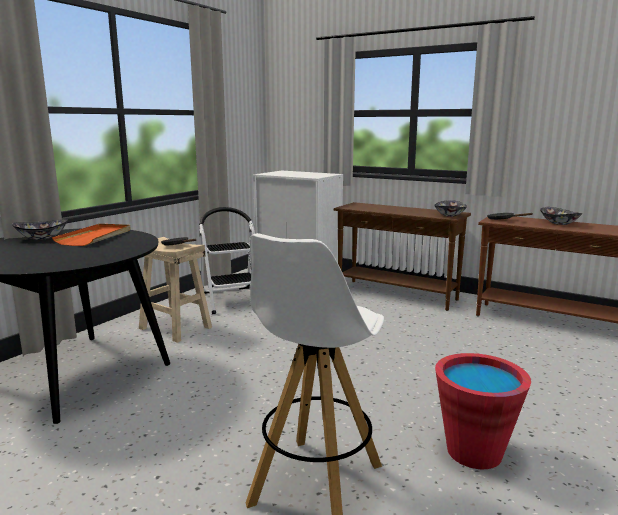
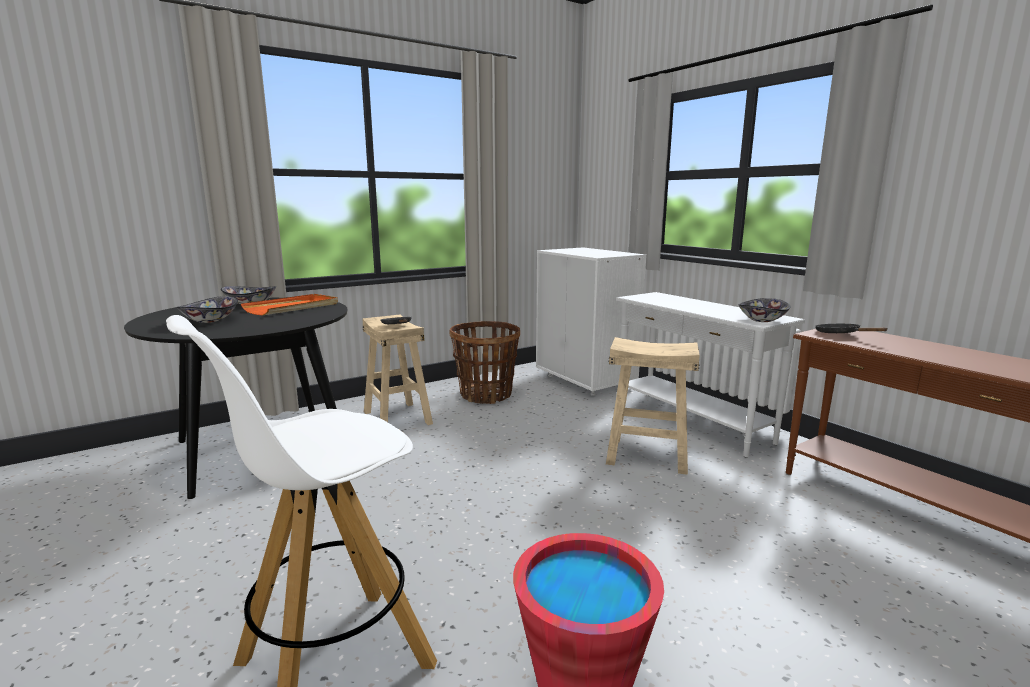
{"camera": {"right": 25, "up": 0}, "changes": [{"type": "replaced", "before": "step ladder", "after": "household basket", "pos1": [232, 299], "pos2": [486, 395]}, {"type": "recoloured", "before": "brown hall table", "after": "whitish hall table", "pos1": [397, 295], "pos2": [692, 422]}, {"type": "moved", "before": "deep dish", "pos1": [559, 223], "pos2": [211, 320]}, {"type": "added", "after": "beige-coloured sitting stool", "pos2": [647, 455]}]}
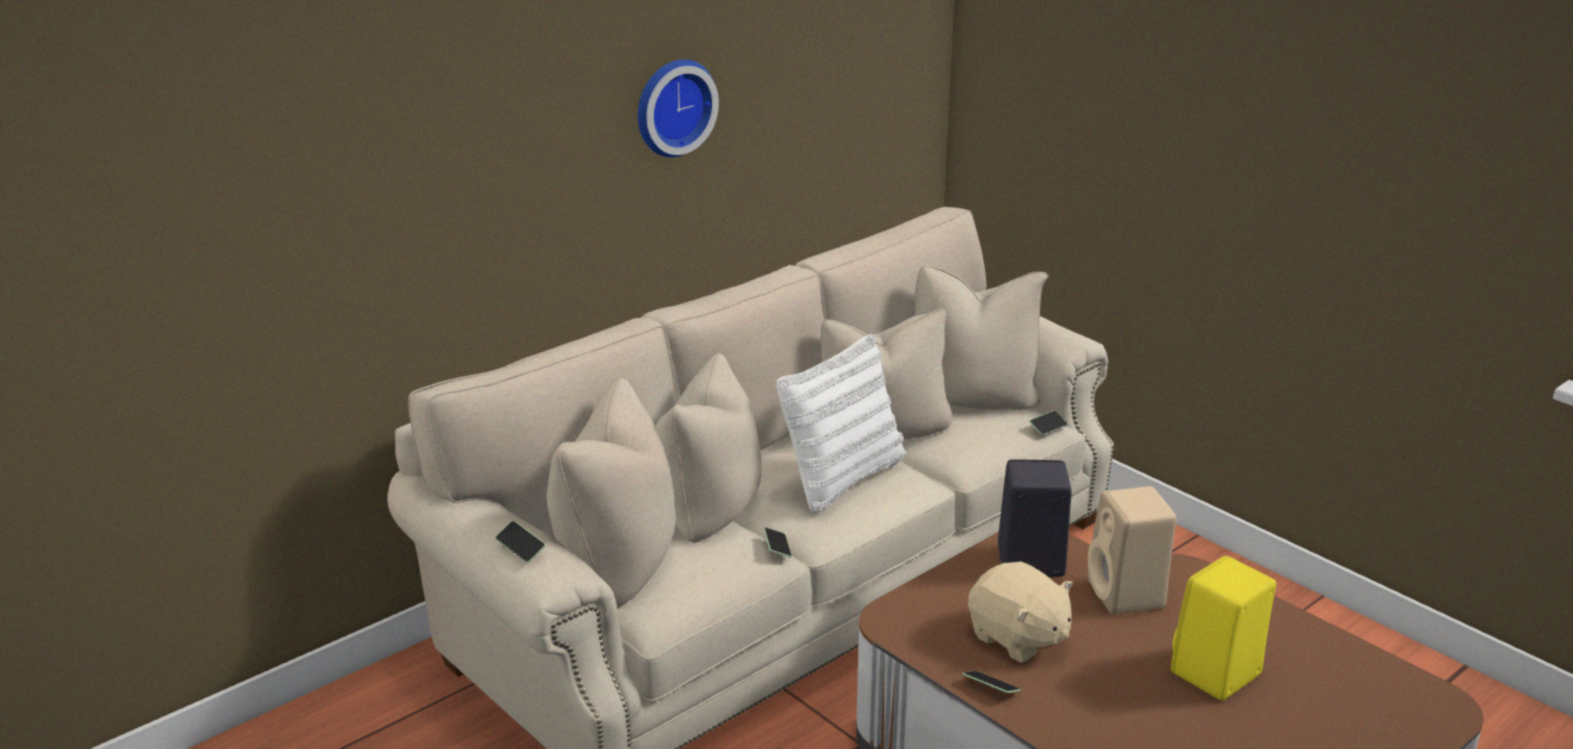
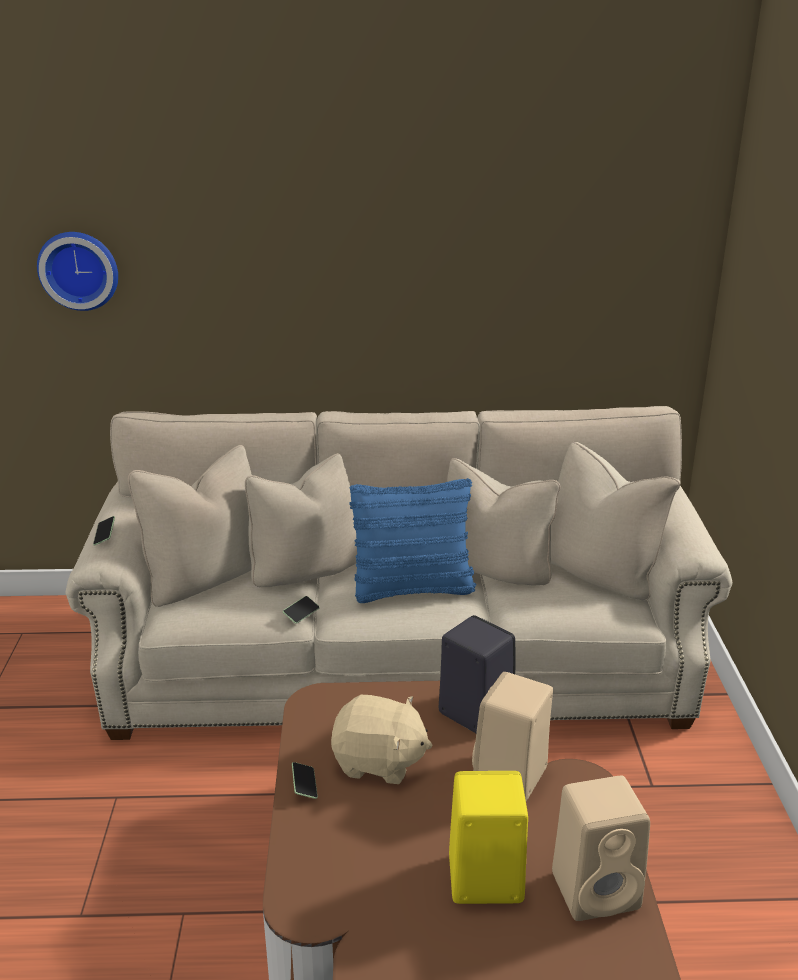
{"camera": {"right": 40, "up": 0}, "changes": [{"type": "moved", "before": "wall clock", "pos1": [672, 106], "pos2": [79, 269]}, {"type": "recoloured", "before": "whitish pillow", "after": "blue-coloured pillow", "pos1": [842, 480], "pos2": [413, 589]}, {"type": "turned", "before": "beige-coloured cuddly toy", "pos1": [1018, 638], "pos2": [379, 762], "turn": -75}, {"type": "removed", "before": "telephone", "pos1": [1048, 428]}, {"type": "added", "after": "beige-coloured loudspeaker", "pos2": [598, 889]}]}
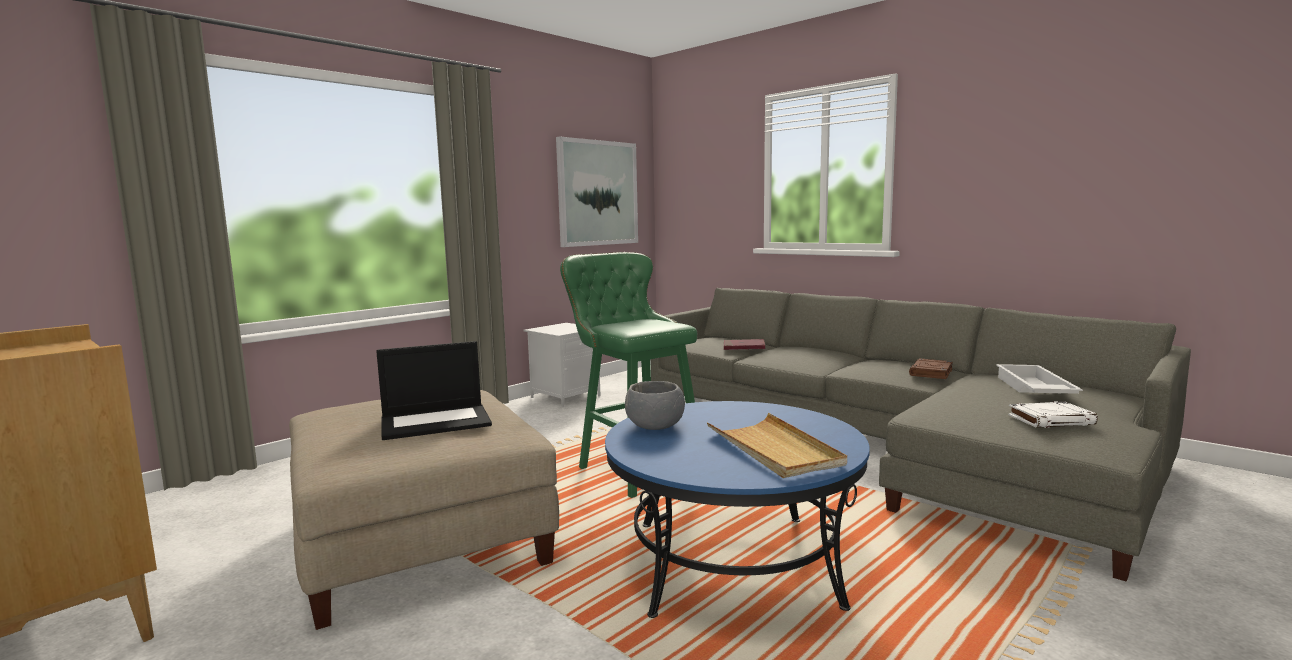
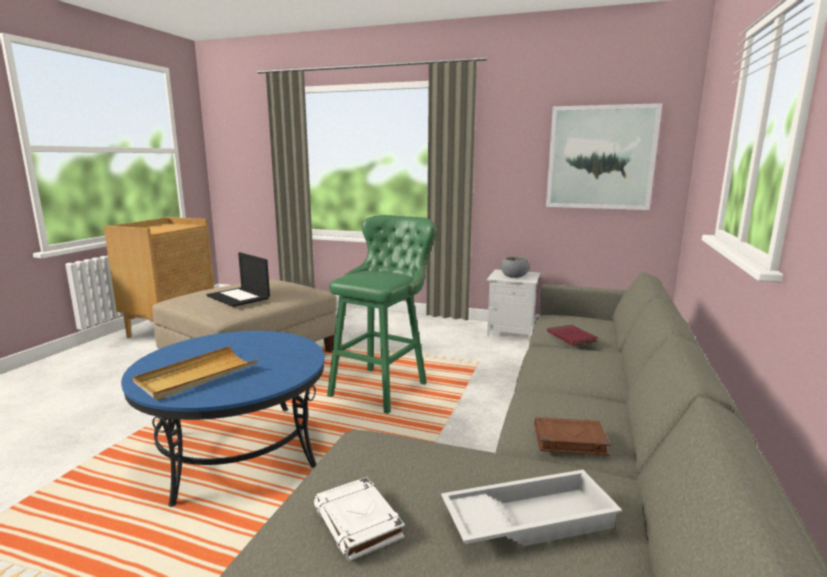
{"camera": {"right": 65, "up": 5}, "changes": [{"type": "moved", "before": "greyish deep dish", "pos1": [655, 426], "pos2": [514, 276]}]}
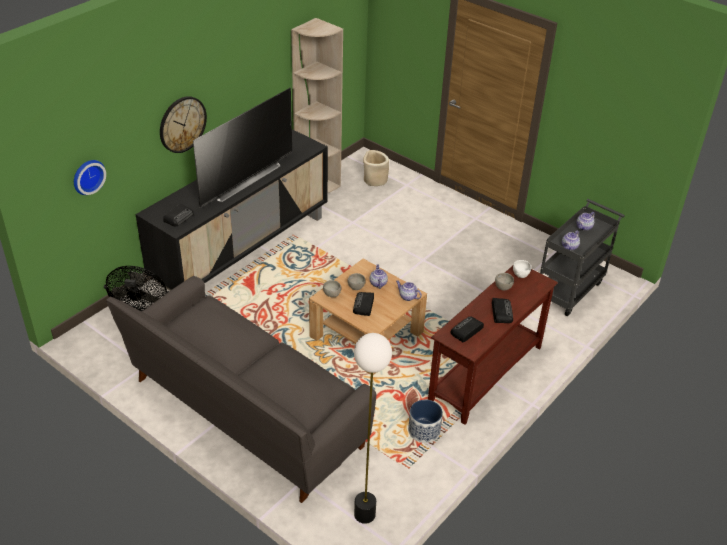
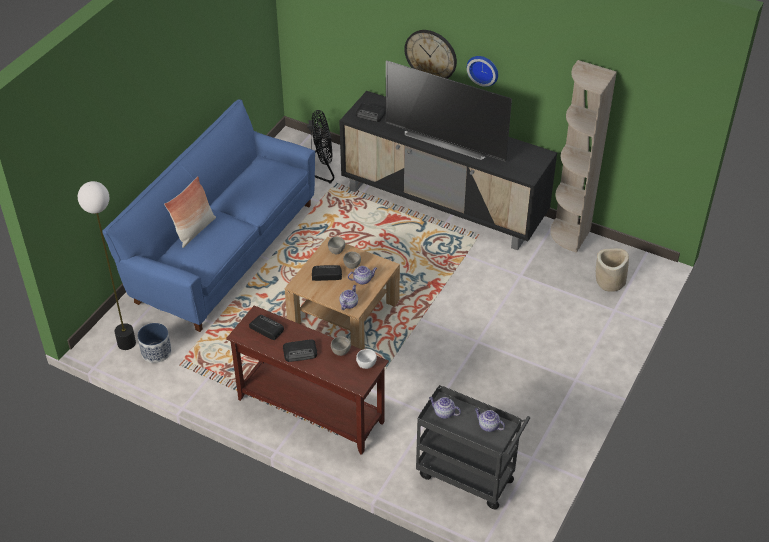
{"camera": {"right": 80, "up": 5}, "changes": [{"type": "moved", "before": "wall clock", "pos1": [87, 176], "pos2": [483, 69]}, {"type": "recoloured", "before": "greyish sofa", "after": "blue-coloured sofa", "pos1": [246, 414], "pos2": [224, 251]}, {"type": "moved", "before": "planter", "pos1": [424, 431], "pos2": [156, 352]}, {"type": "added", "after": "pillow", "pos2": [194, 230]}]}
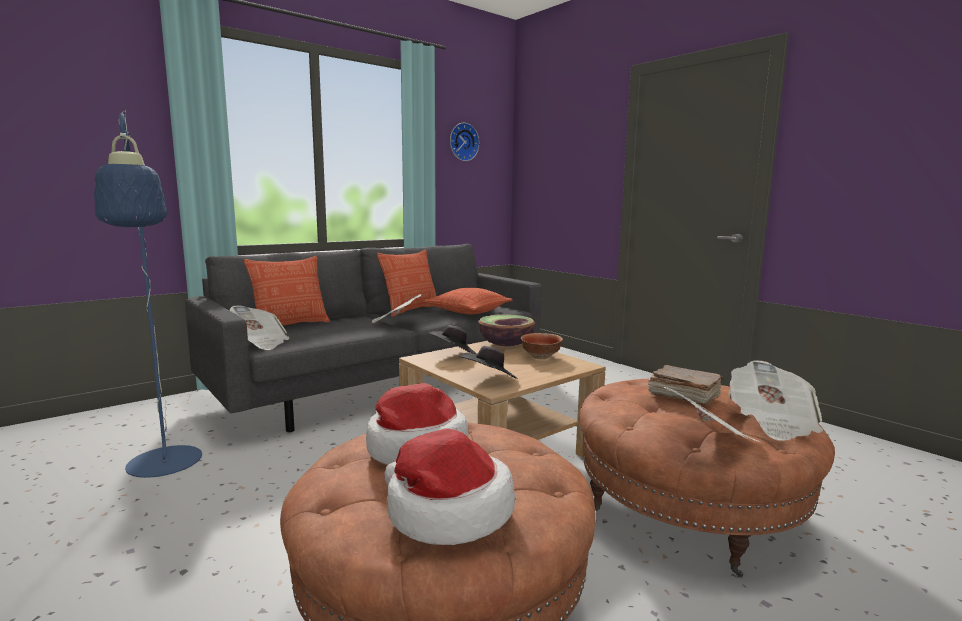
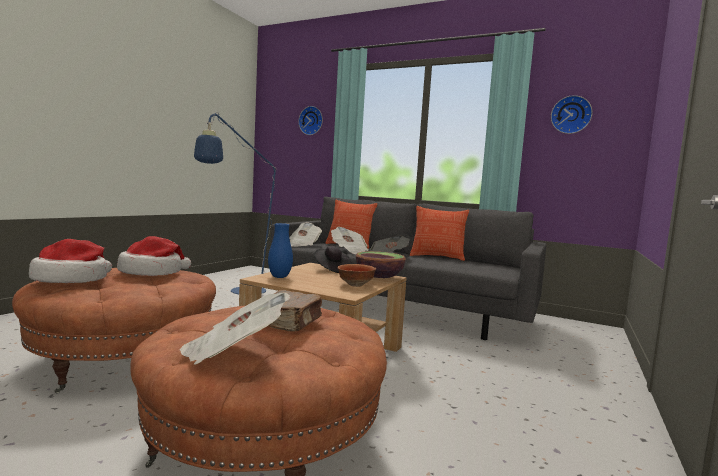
{"camera": {"right": 65, "up": -5}, "changes": [{"type": "removed", "before": "orange pillow", "pos1": [468, 312]}, {"type": "replaced", "before": "black-coloured clothing hat", "after": "blue-coloured decorative vase", "pos1": [489, 380], "pos2": [279, 277]}, {"type": "moved", "before": "newspaper", "pos1": [706, 437], "pos2": [349, 251]}, {"type": "added", "after": "wall clock", "pos2": [311, 121]}]}
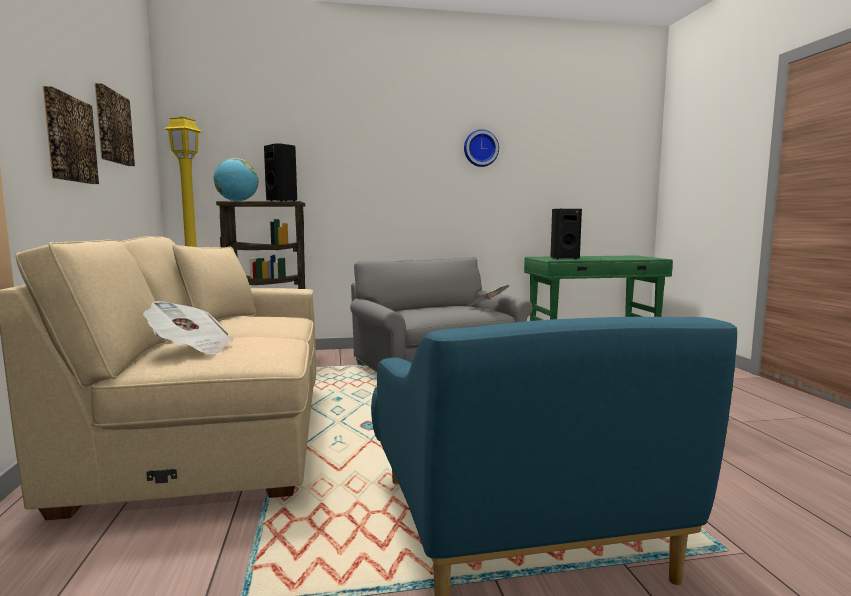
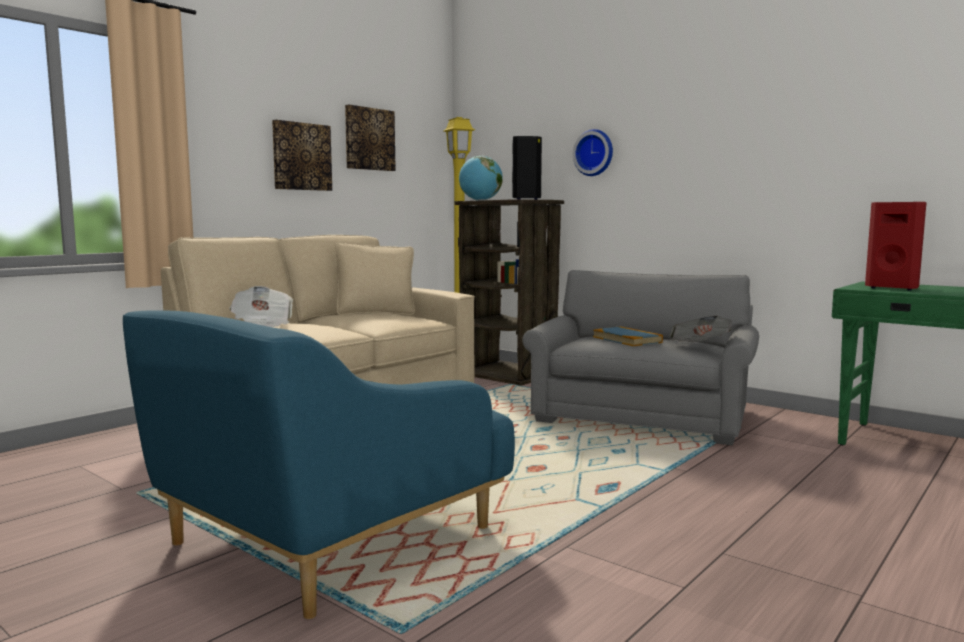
{"camera": {"right": 50, "up": 0}, "changes": [{"type": "moved", "before": "wall clock", "pos1": [480, 148], "pos2": [594, 153]}, {"type": "recoloured", "before": "black-coloured loudspeaker", "after": "red loudspeaker", "pos1": [563, 258], "pos2": [894, 288]}, {"type": "added", "after": "bound book", "pos2": [627, 339]}]}
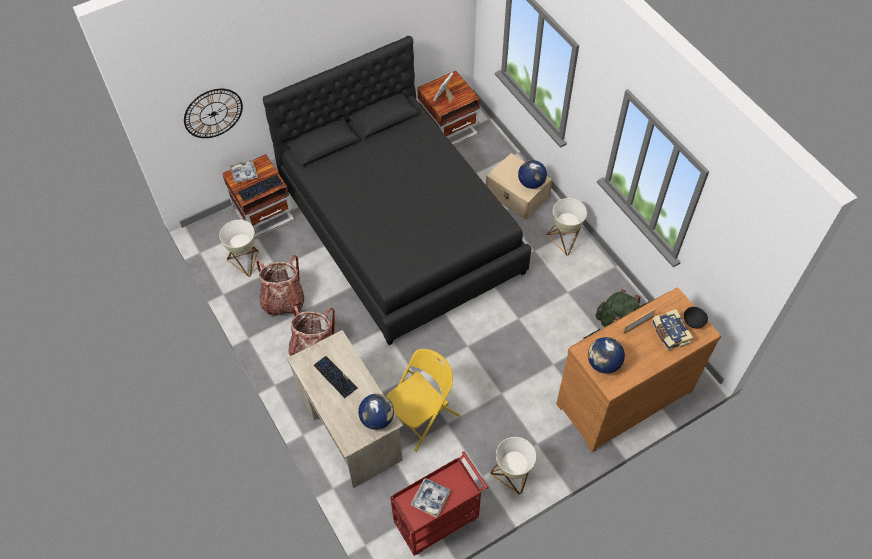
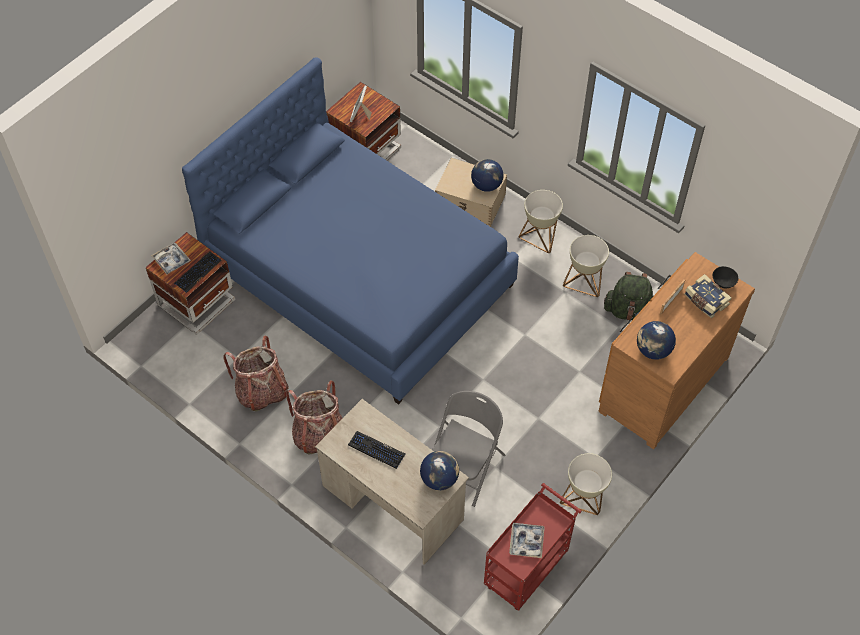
{"camera": {"right": -20, "up": 0}, "changes": [{"type": "removed", "before": "wall clock", "pos1": [213, 113]}, {"type": "moved", "before": "planter", "pos1": [246, 262], "pos2": [584, 283]}, {"type": "recoloured", "before": "black-coloured bedroom bed", "after": "blue-coloured bedroom bed", "pos1": [401, 228], "pos2": [358, 274]}, {"type": "recoloured", "before": "yellow-coloured chair", "after": "greyish chair", "pos1": [421, 416], "pos2": [464, 468]}]}
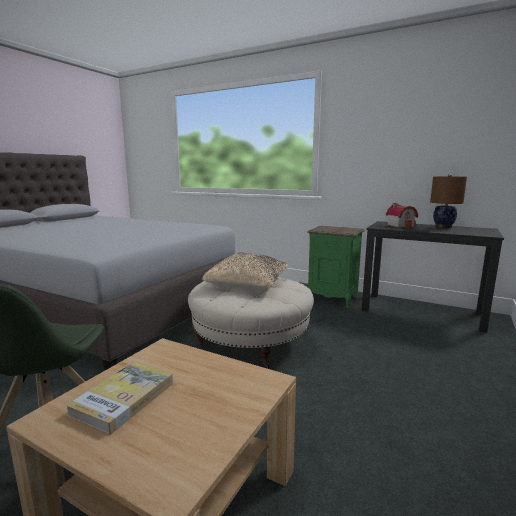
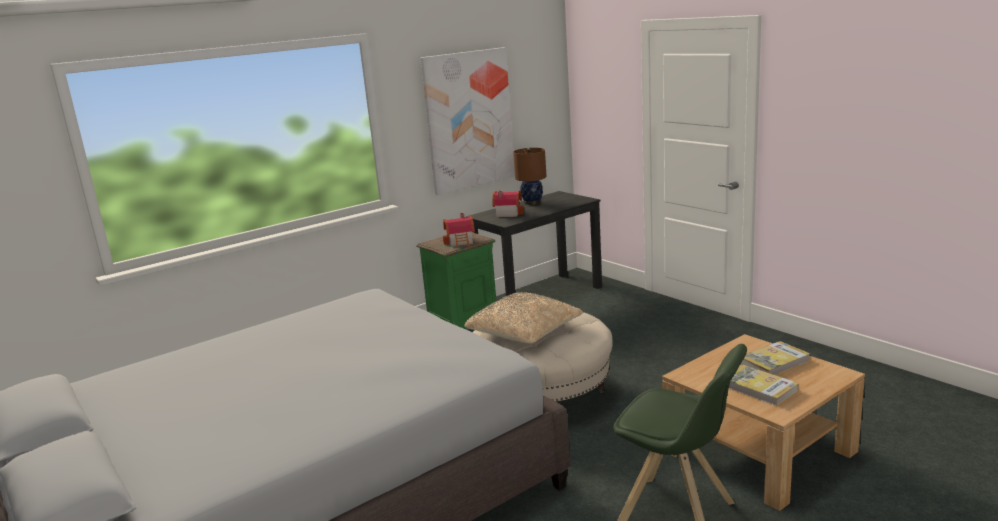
{"camera": {"right": -65, "up": 5}, "changes": [{"type": "added", "after": "wall art", "pos2": [468, 120]}, {"type": "added", "after": "miniature house", "pos2": [461, 242]}, {"type": "added", "after": "bound book", "pos2": [774, 362]}]}
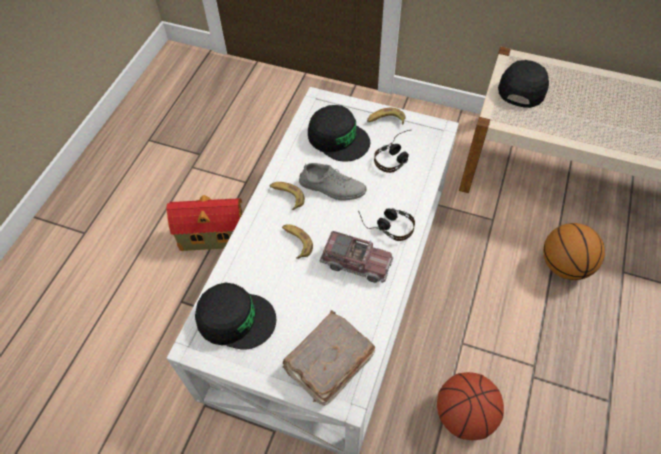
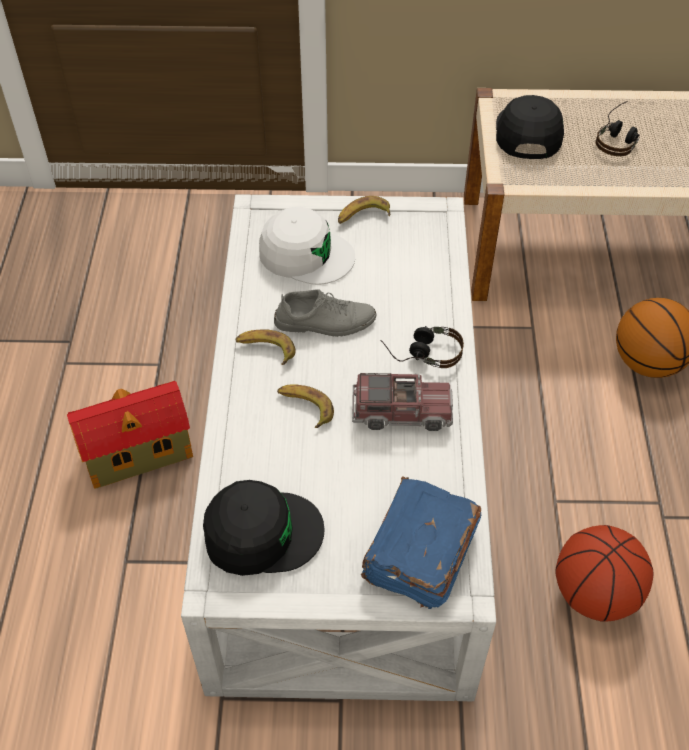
{"camera": {"right": -20, "up": -5}, "changes": [{"type": "recoloured", "before": "brown bound book", "after": "blue-coloured bound book", "pos1": [327, 364], "pos2": [418, 554]}, {"type": "recoloured", "before": "black-coloured baseball cap", "after": "whitish baseball cap", "pos1": [338, 138], "pos2": [305, 254]}, {"type": "moved", "before": "headset", "pos1": [396, 156], "pos2": [618, 138]}]}
